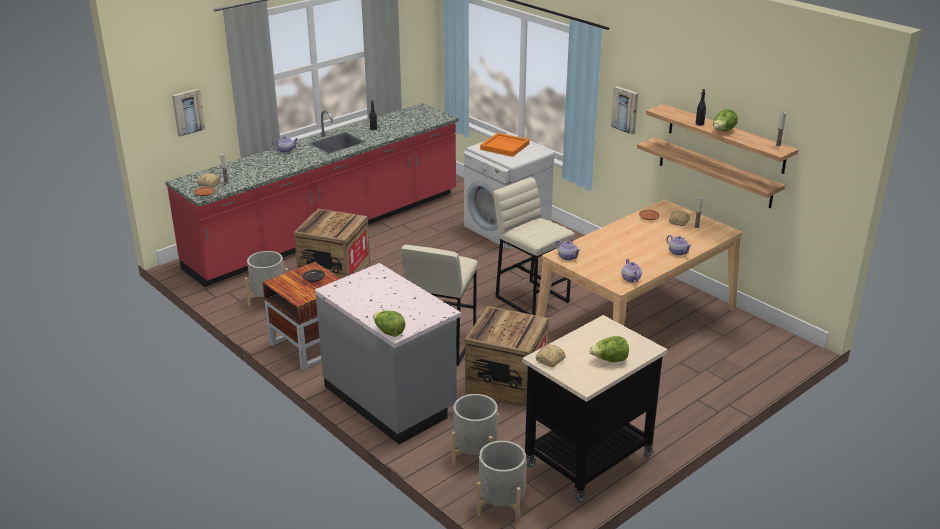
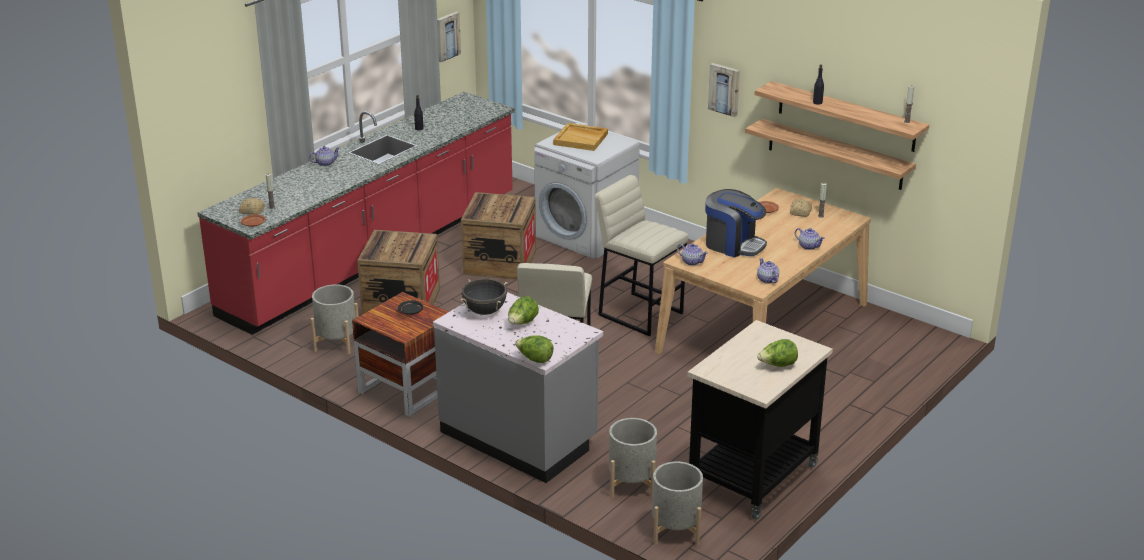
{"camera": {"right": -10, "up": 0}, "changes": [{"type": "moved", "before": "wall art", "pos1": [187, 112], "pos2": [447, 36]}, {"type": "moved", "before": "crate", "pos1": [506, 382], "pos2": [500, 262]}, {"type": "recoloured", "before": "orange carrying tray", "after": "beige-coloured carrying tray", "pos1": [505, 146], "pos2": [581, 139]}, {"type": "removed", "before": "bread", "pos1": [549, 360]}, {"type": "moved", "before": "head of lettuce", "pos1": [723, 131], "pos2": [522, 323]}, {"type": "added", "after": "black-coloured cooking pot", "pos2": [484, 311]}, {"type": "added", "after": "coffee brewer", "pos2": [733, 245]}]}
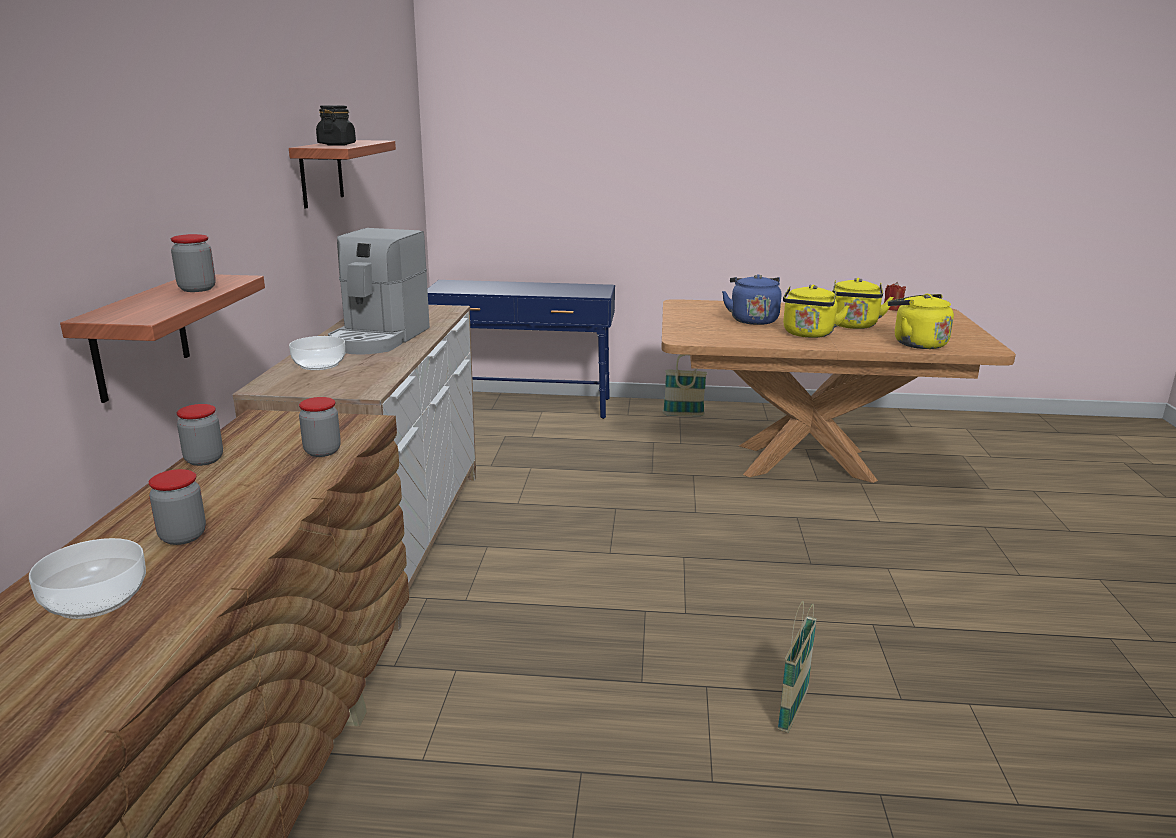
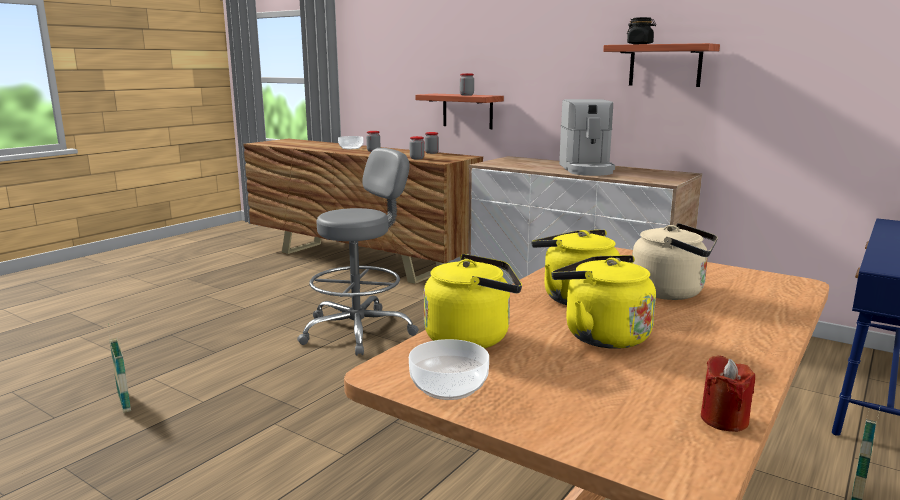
{"camera": {"right": 120, "up": -5}, "changes": [{"type": "moved", "before": "deep dish", "pos1": [320, 364], "pos2": [448, 387]}, {"type": "turned", "before": "coffee brewer", "pos1": [379, 338], "pos2": [586, 169], "turn": -135}, {"type": "recoloured", "before": "blue-coloured kettle", "after": "beige-coloured kettle", "pos1": [752, 320], "pos2": [672, 292]}, {"type": "moved", "before": "household basket", "pos1": [793, 711], "pos2": [124, 402]}, {"type": "added", "after": "greyish sitting stool", "pos2": [359, 330]}]}
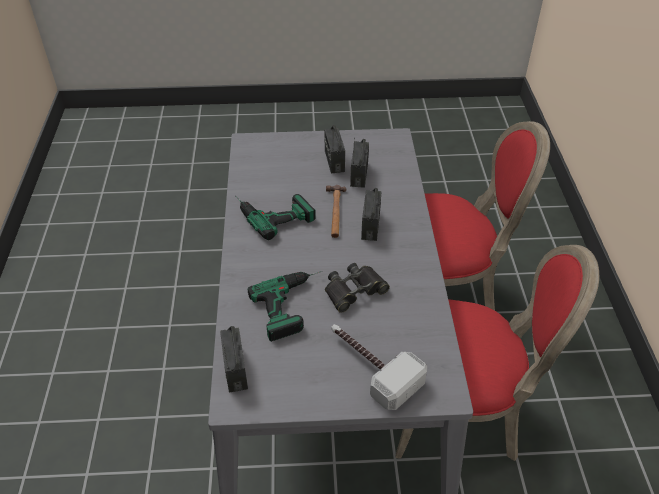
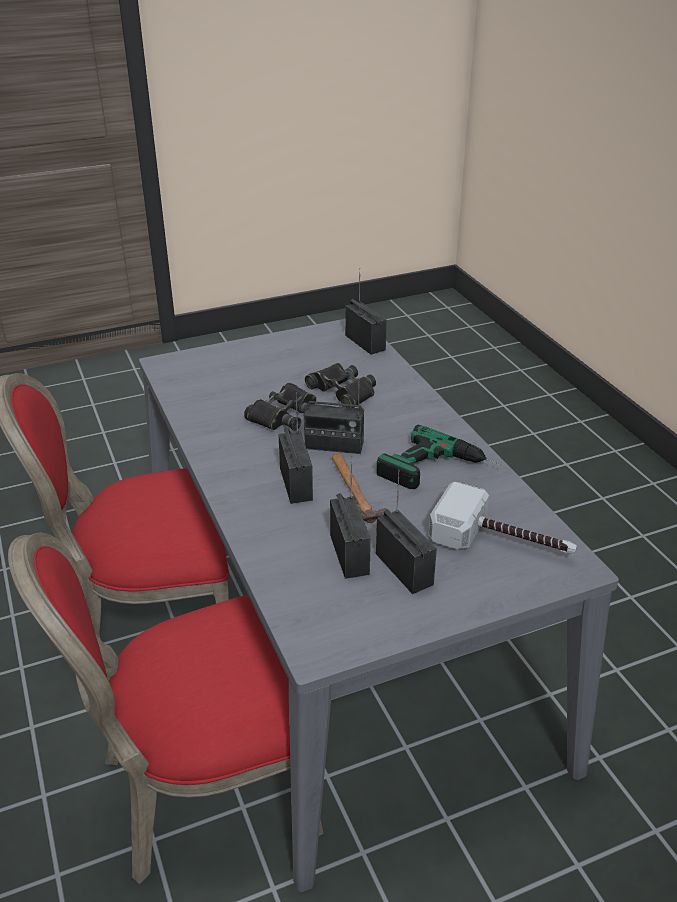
{"camera": {"right": 160, "up": -10}, "changes": [{"type": "replaced", "before": "drill", "after": "black-coloured pair of binoculars", "pos1": [294, 305], "pos2": [343, 391]}, {"type": "moved", "before": "hammer", "pos1": [370, 365], "pos2": [503, 542]}, {"type": "added", "after": "radio receiver", "pos2": [334, 445]}]}
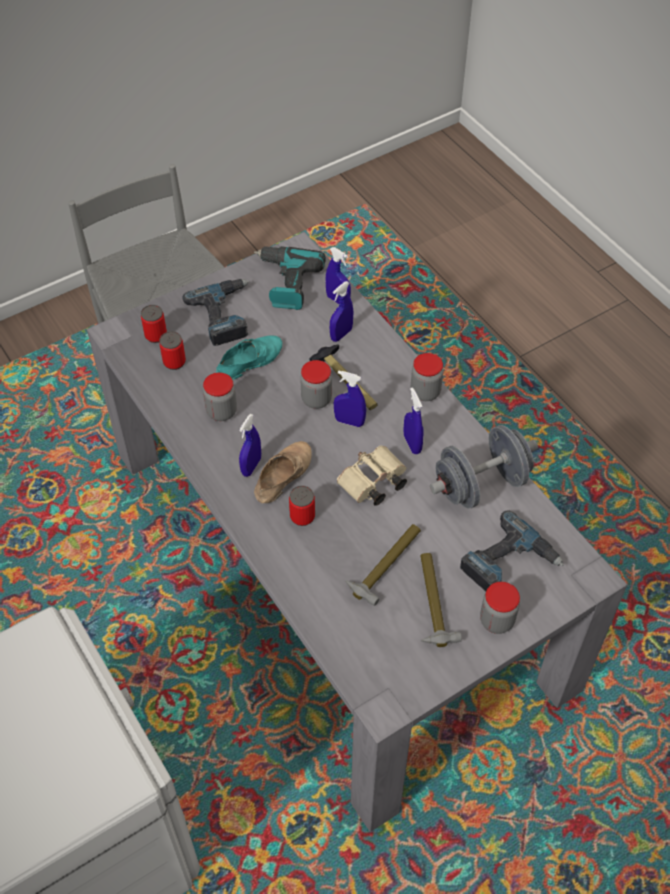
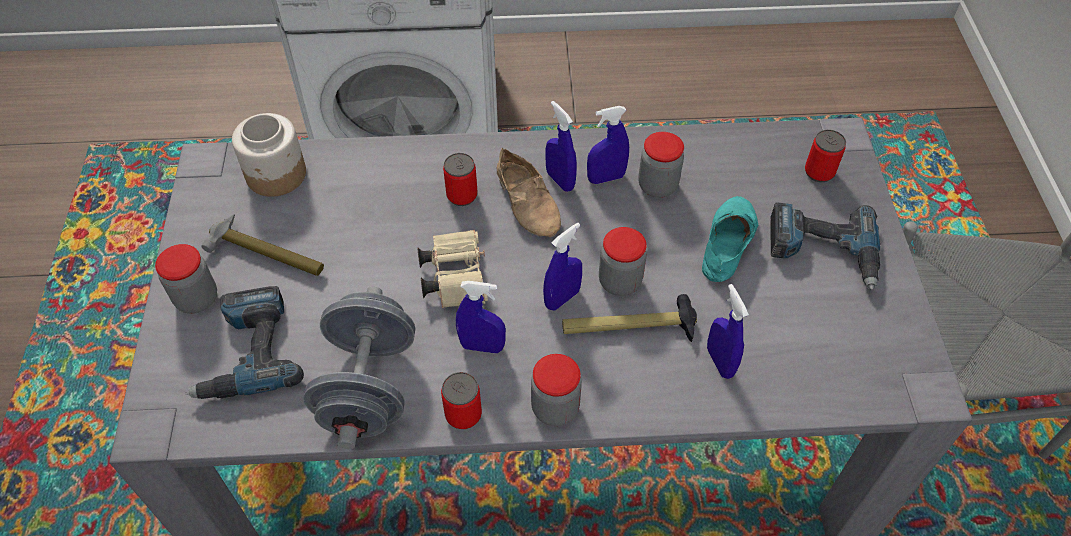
{"camera": {"right": 120, "up": 0}, "changes": [{"type": "moved", "before": "can", "pos1": [174, 362], "pos2": [463, 414]}, {"type": "turned", "before": "turquoise shoe", "pos1": [249, 360], "pos2": [726, 242], "turn": -150}, {"type": "removed", "before": "drill", "pos1": [286, 283]}, {"type": "moved", "before": "blue-coloured spray bottle", "pos1": [338, 300], "pos2": [606, 178]}, {"type": "removed", "before": "hammer", "pos1": [386, 565]}, {"type": "added", "after": "storage jar", "pos2": [276, 175]}]}
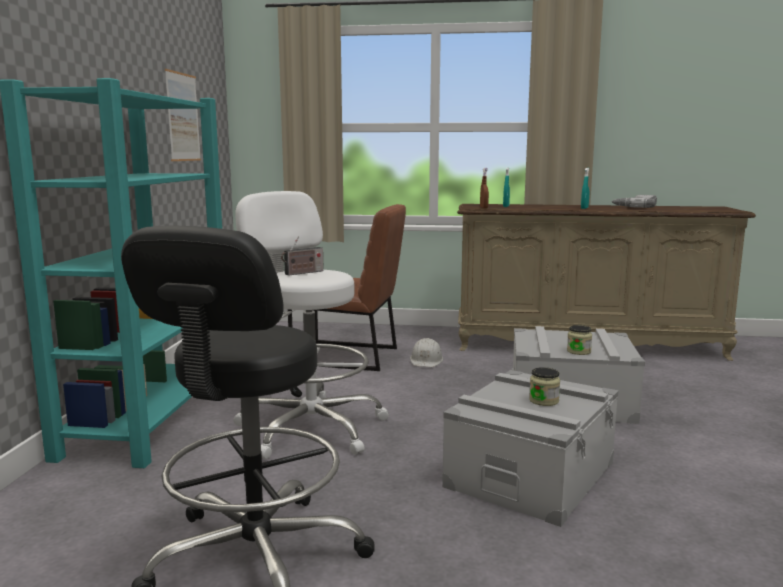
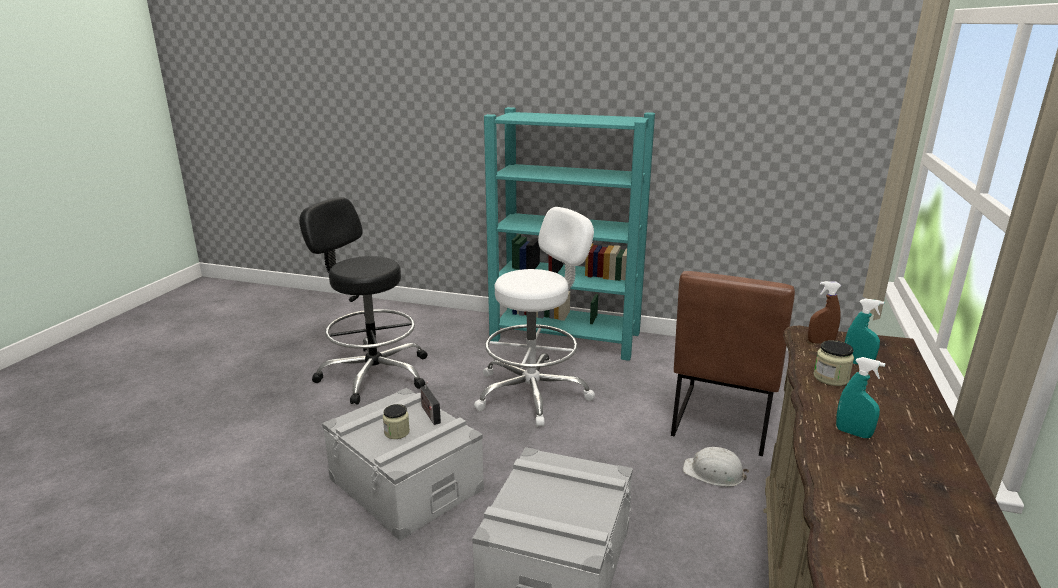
{"camera": {"right": 100, "up": 10}, "changes": [{"type": "removed", "before": "wall art", "pos1": [183, 117]}, {"type": "moved", "before": "radio receiver", "pos1": [302, 273], "pos2": [429, 413]}, {"type": "moved", "before": "storage jar", "pos1": [578, 351], "pos2": [831, 378]}, {"type": "removed", "before": "drill", "pos1": [635, 207]}]}
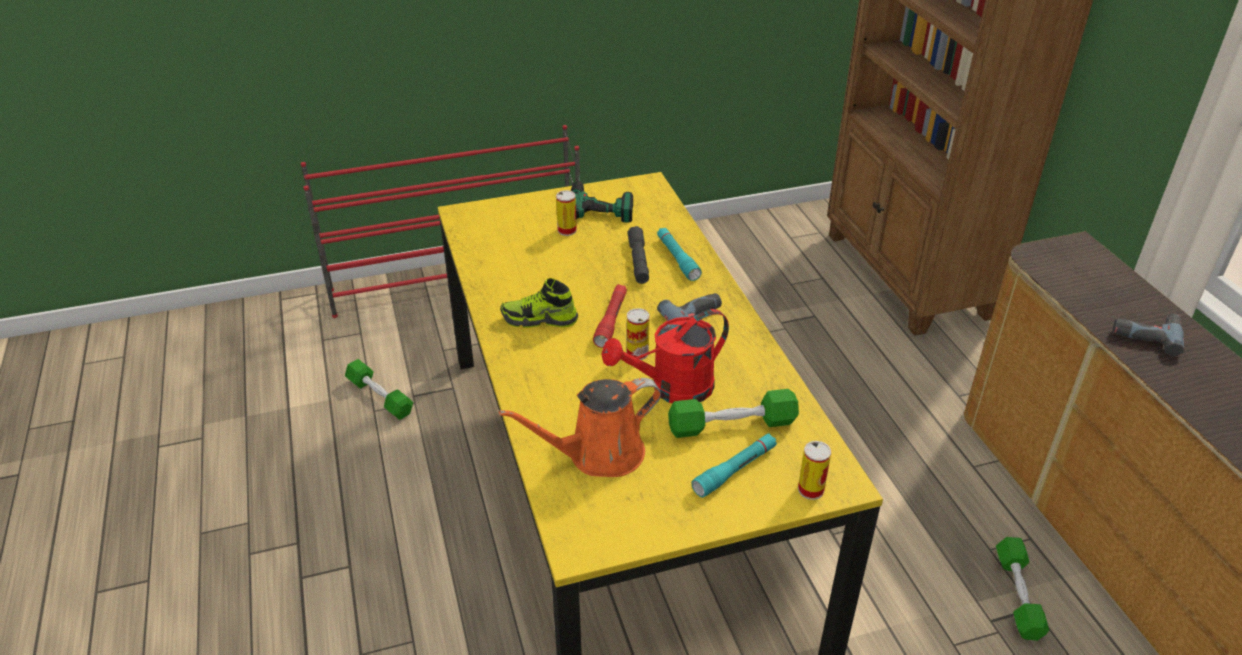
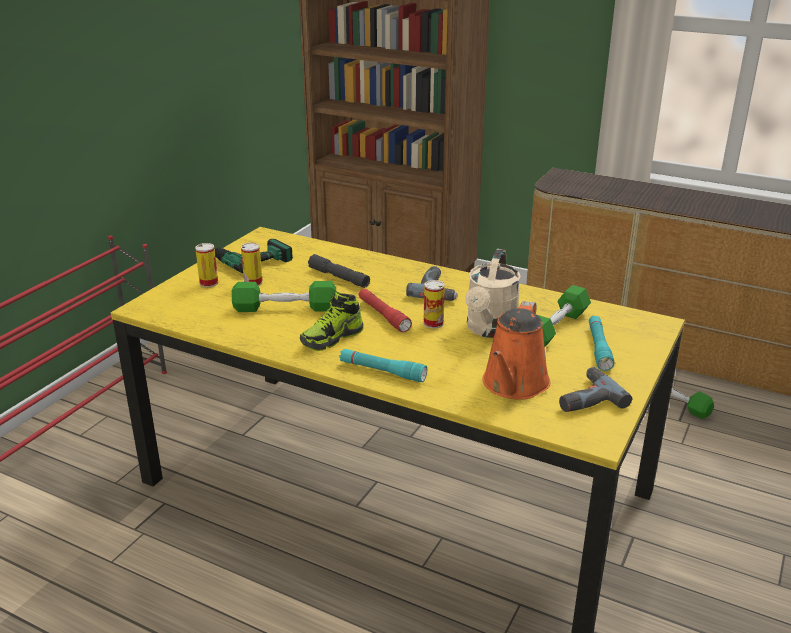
{"camera": {"right": -45, "up": -10}, "changes": [{"type": "moved", "before": "greenish free weight", "pos1": [380, 397], "pos2": [285, 308]}, {"type": "recoloured", "before": "red watering pot", "after": "beige-coloured watering pot", "pos1": [672, 389], "pos2": [490, 330]}, {"type": "moved", "before": "turquoise flashlight", "pos1": [677, 259], "pos2": [382, 371]}, {"type": "moved", "before": "can", "pos1": [810, 490], "pos2": [209, 283]}, {"type": "moved", "before": "drill", "pos1": [1146, 333], "pos2": [585, 397]}]}
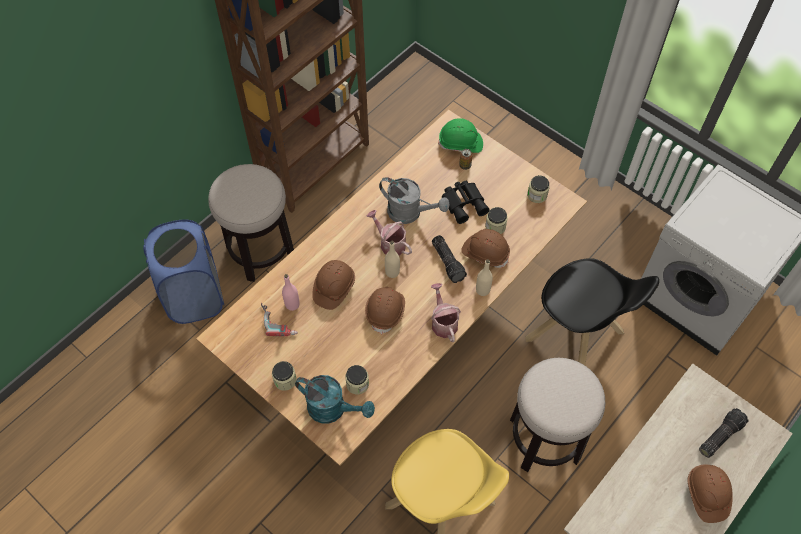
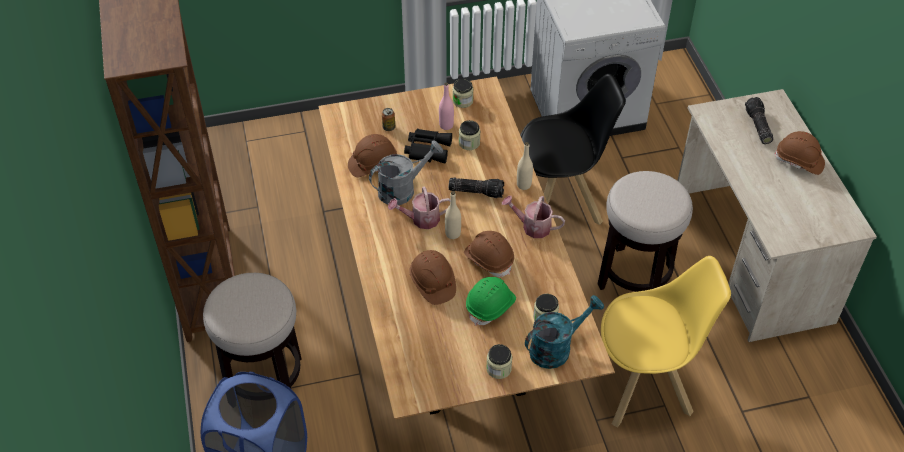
{"camera": {"right": -55, "up": -10}, "changes": [{"type": "removed", "before": "drill", "pos1": [279, 320]}, {"type": "moved", "before": "pink beverage bottle", "pos1": [292, 304], "pos2": [446, 125]}, {"type": "moved", "before": "greenish work helmet", "pos1": [460, 144], "pos2": [491, 306]}, {"type": "moved", "before": "brown work helmet", "pos1": [485, 253], "pos2": [372, 163]}]}
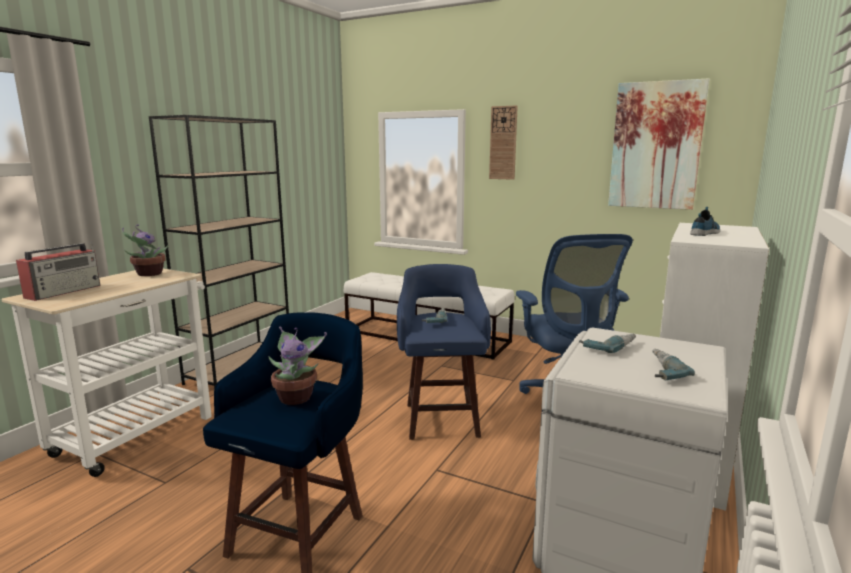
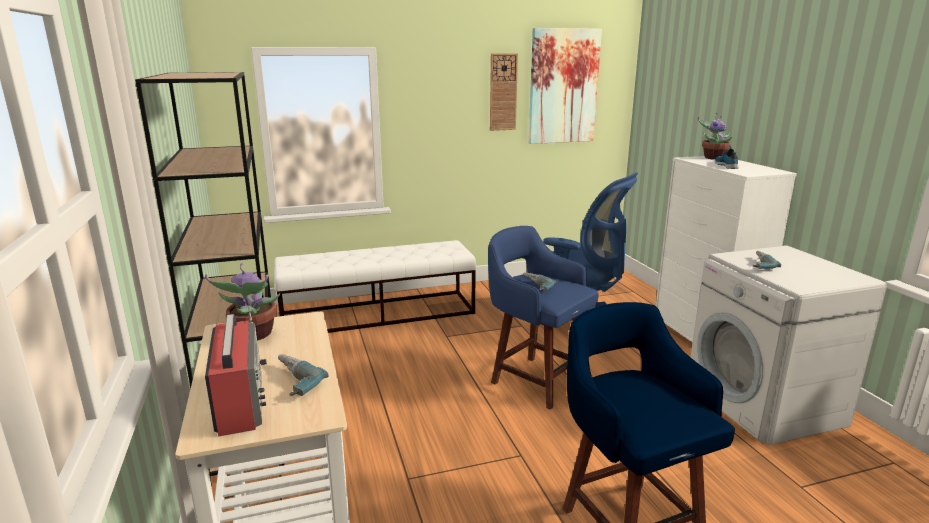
{"camera": {"right": -45, "up": 5}, "changes": [{"type": "moved", "before": "potted plant", "pos1": [297, 397], "pos2": [713, 158]}, {"type": "moved", "before": "wall clock", "pos1": [503, 143], "pos2": [503, 92]}, {"type": "moved", "before": "drill", "pos1": [658, 371], "pos2": [290, 382]}]}
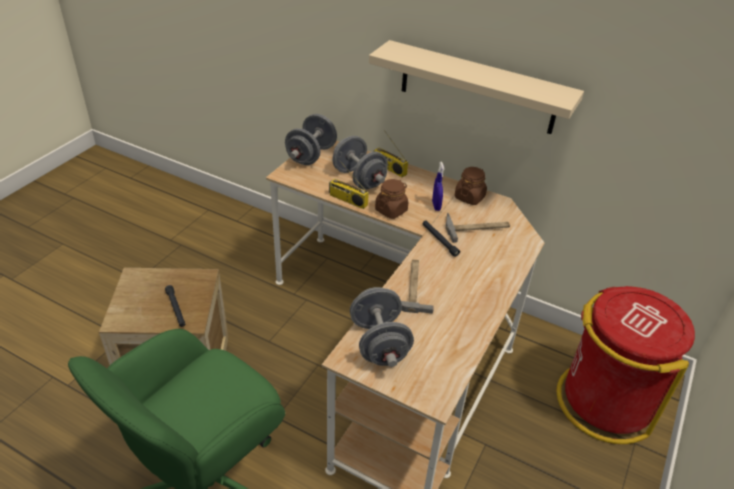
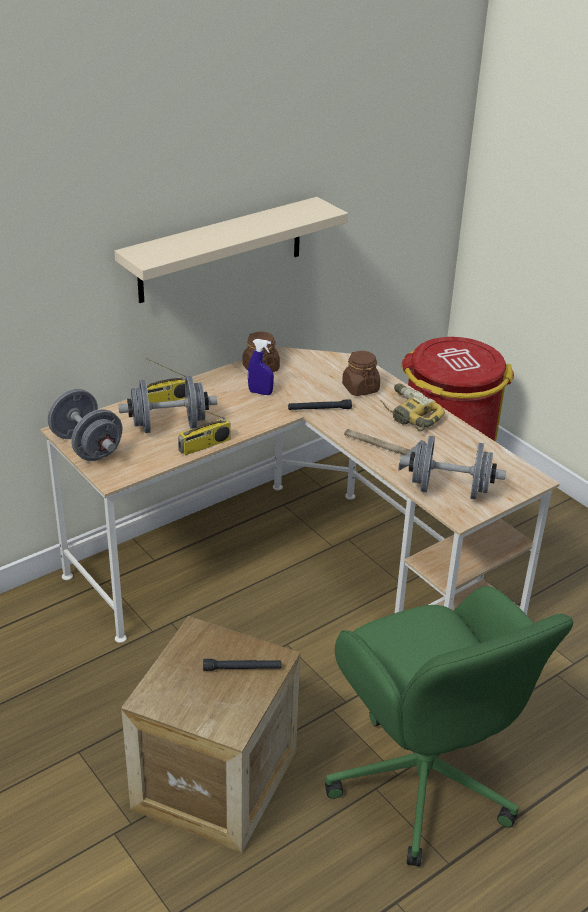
{"camera": {"right": -65, "up": -5}, "changes": [{"type": "moved", "before": "brown storage jar", "pos1": [391, 210], "pos2": [360, 388]}, {"type": "removed", "before": "hammer", "pos1": [477, 228]}, {"type": "added", "after": "drill", "pos2": [408, 414]}]}
